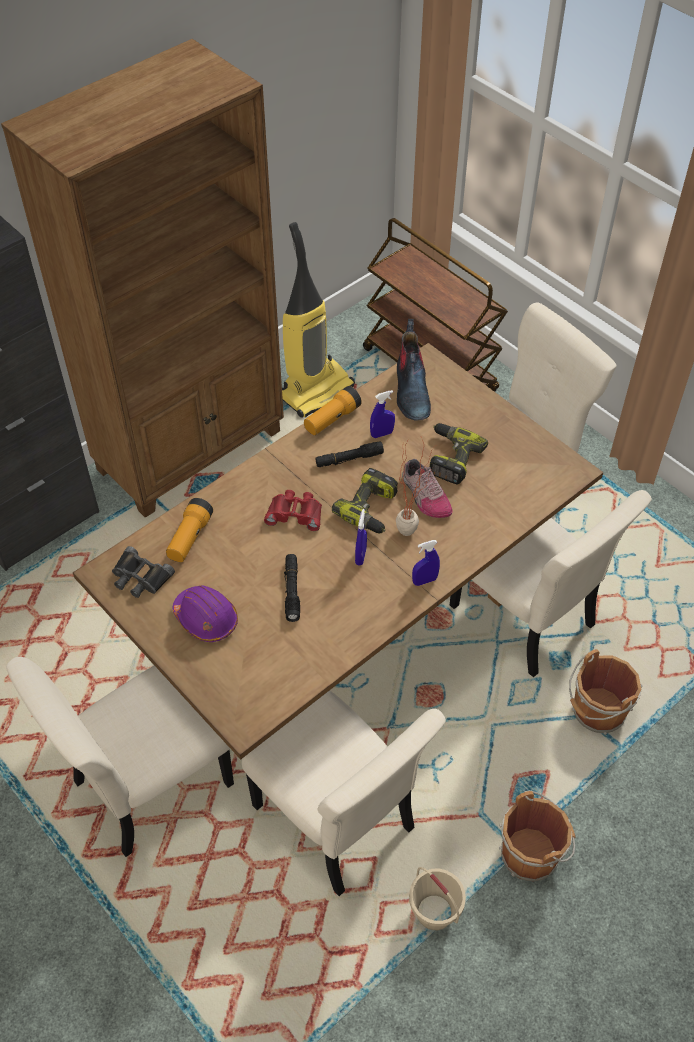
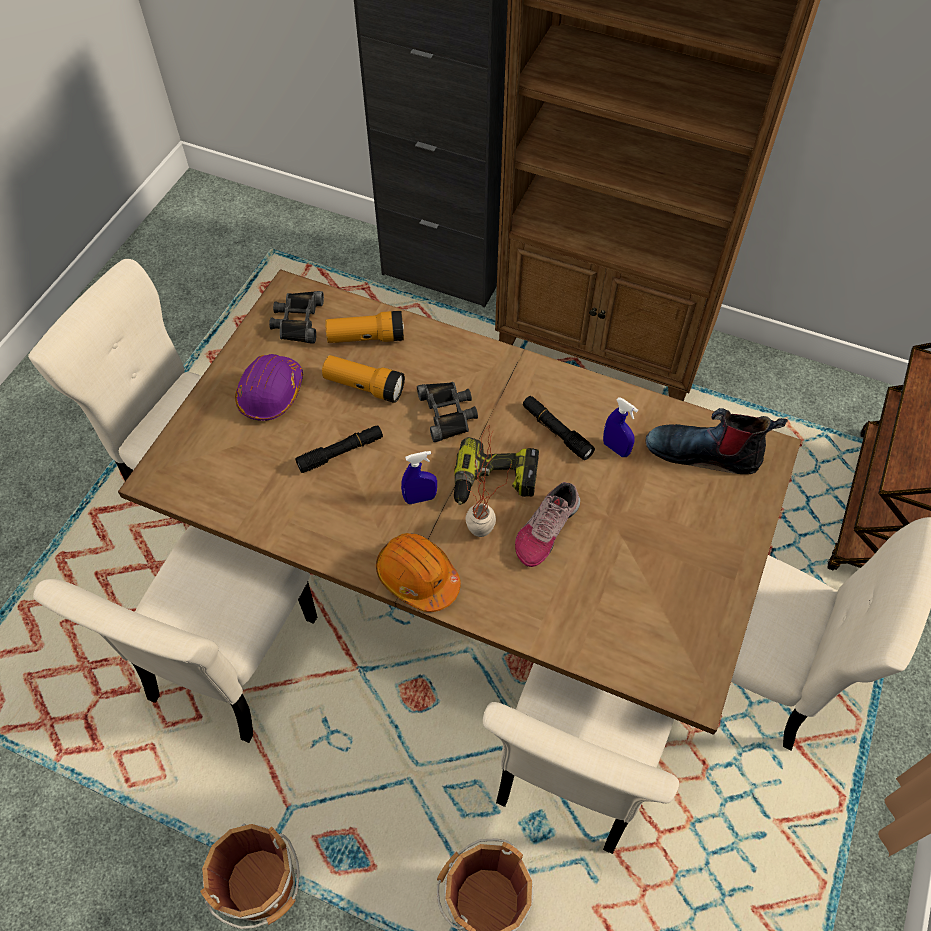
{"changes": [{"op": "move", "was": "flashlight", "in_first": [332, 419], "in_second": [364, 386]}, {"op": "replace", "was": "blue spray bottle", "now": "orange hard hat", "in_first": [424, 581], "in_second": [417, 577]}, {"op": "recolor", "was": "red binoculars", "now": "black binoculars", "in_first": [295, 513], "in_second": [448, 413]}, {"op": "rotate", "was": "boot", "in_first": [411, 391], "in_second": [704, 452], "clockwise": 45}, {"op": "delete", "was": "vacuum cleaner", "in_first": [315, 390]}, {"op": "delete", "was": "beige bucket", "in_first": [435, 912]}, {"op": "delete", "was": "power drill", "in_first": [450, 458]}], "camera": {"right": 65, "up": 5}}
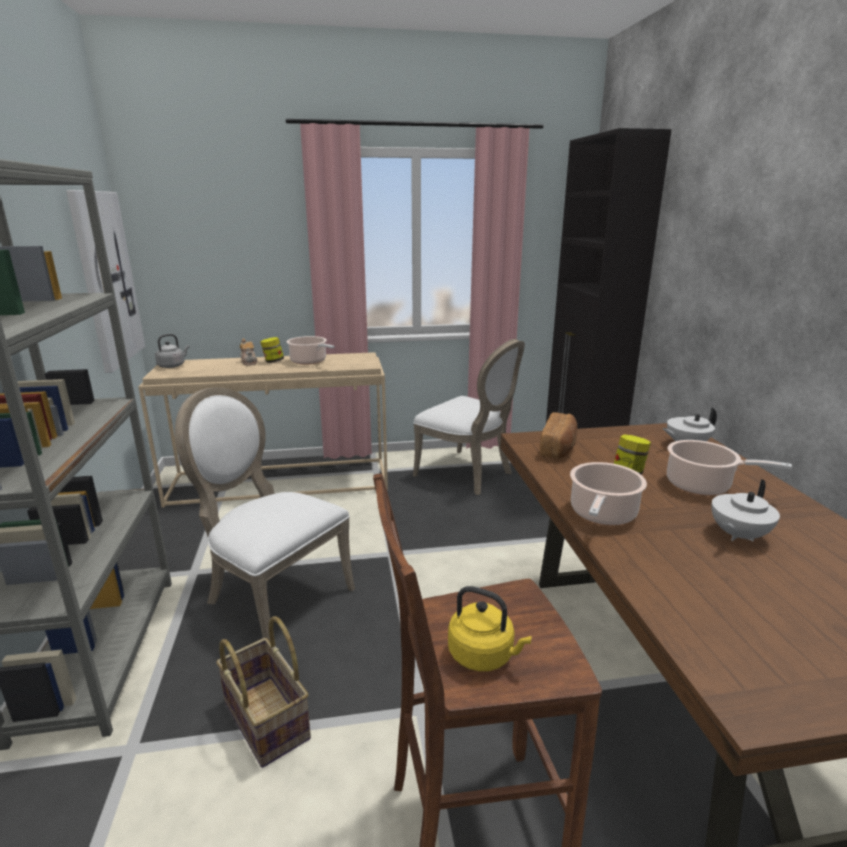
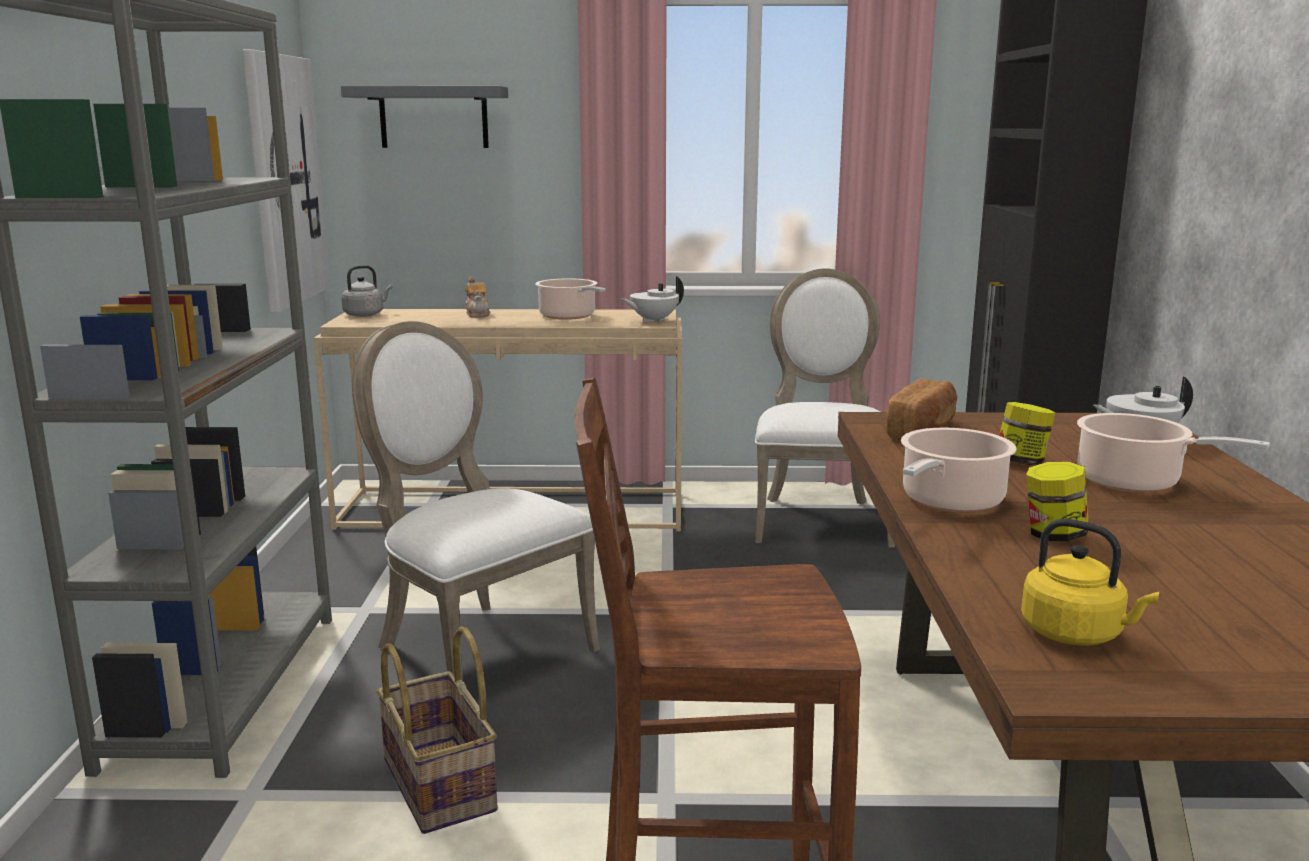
{"changes": [{"op": "insert", "now": "grey shelf", "in_second": [434, 117]}, {"op": "move", "was": "white teapot", "in_first": [737, 535], "in_second": [653, 320]}, {"op": "rotate", "was": "white chair", "in_first": [468, 474], "in_second": [820, 519], "clockwise": -135}, {"op": "move", "was": "yellow kettle", "in_first": [484, 655], "in_second": [1076, 634]}, {"op": "move", "was": "jar", "in_first": [273, 361], "in_second": [1053, 535]}], "camera": {"right": 10, "up": -5}}
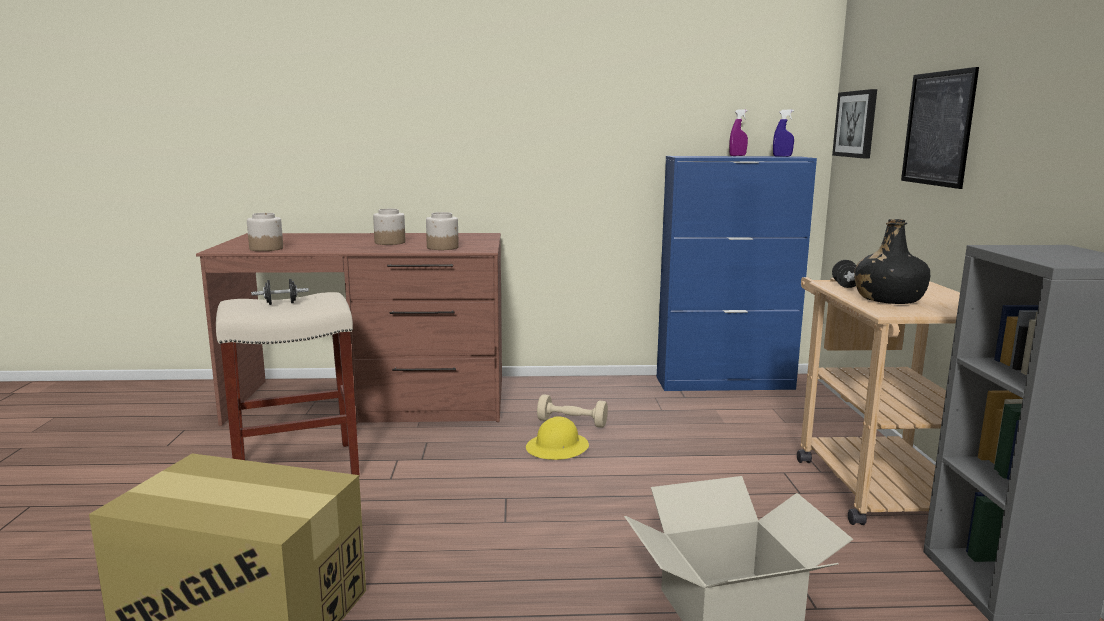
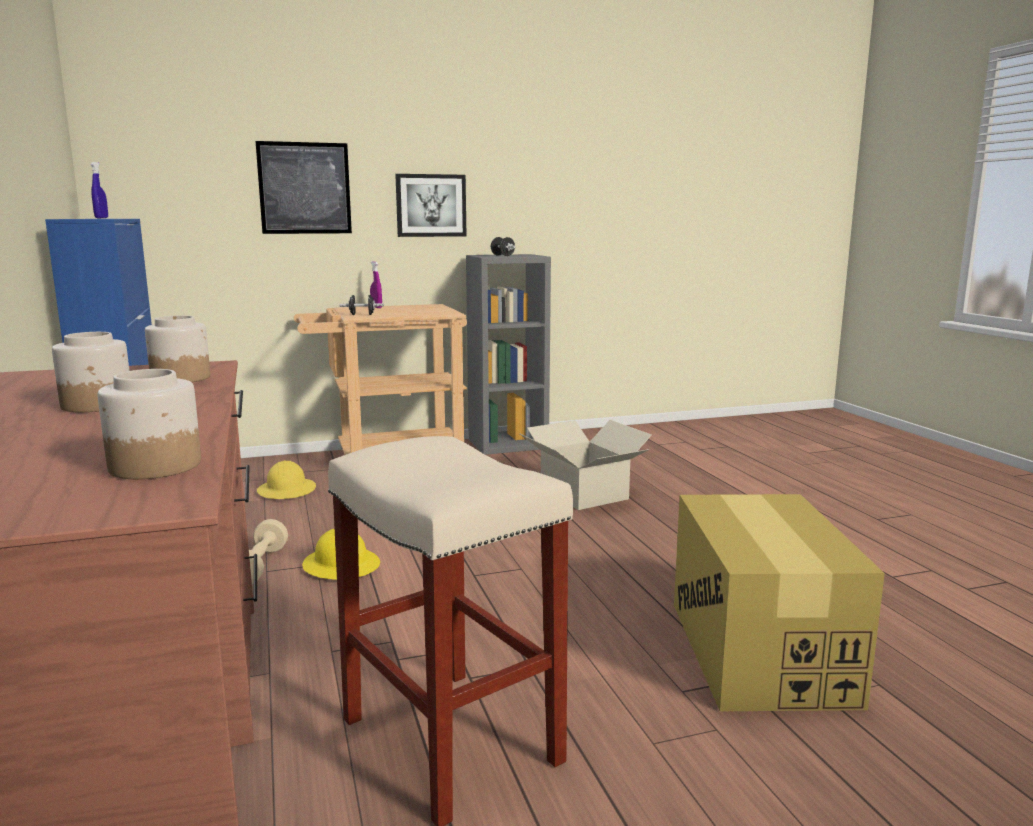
{"changes": [{"op": "insert", "now": "yellow hard hat", "in_second": [287, 490]}, {"op": "move", "was": "purple spray bottle", "in_first": [737, 156], "in_second": [376, 307]}, {"op": "move", "was": "picture", "in_first": [856, 124], "in_second": [431, 205]}, {"op": "move", "was": "black dumbbell", "in_first": [281, 303], "in_second": [502, 255]}, {"op": "delete", "was": "black bottle", "in_first": [888, 299]}], "camera": {"right": -105, "up": 0}}
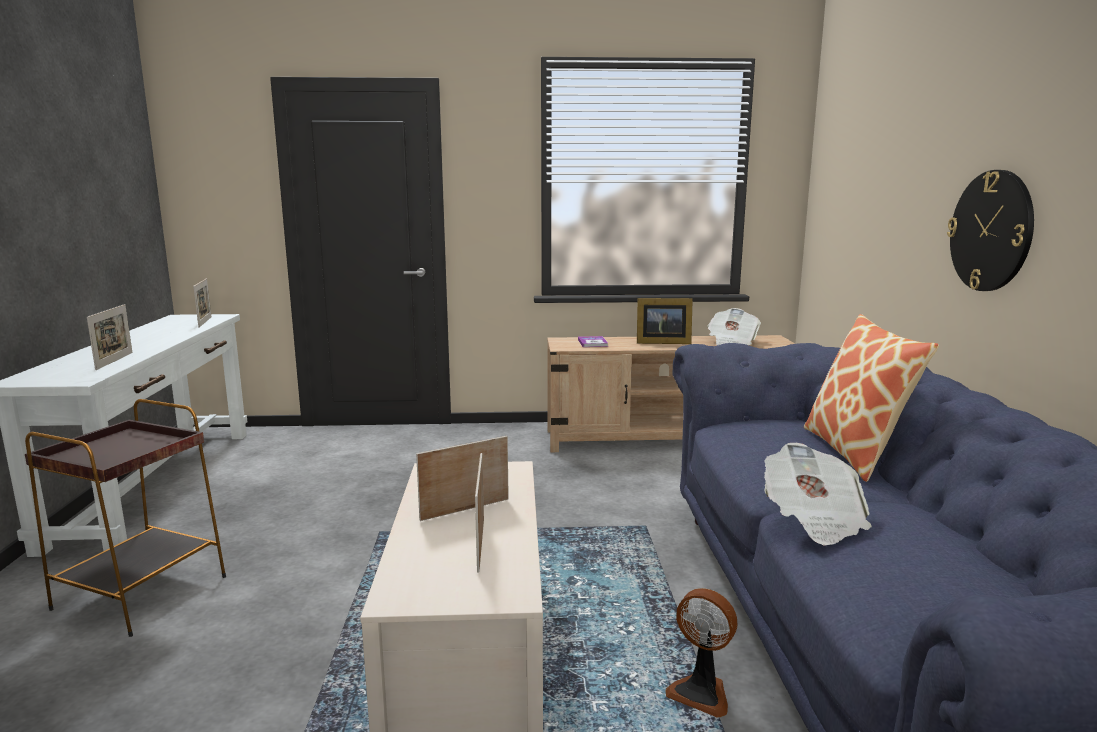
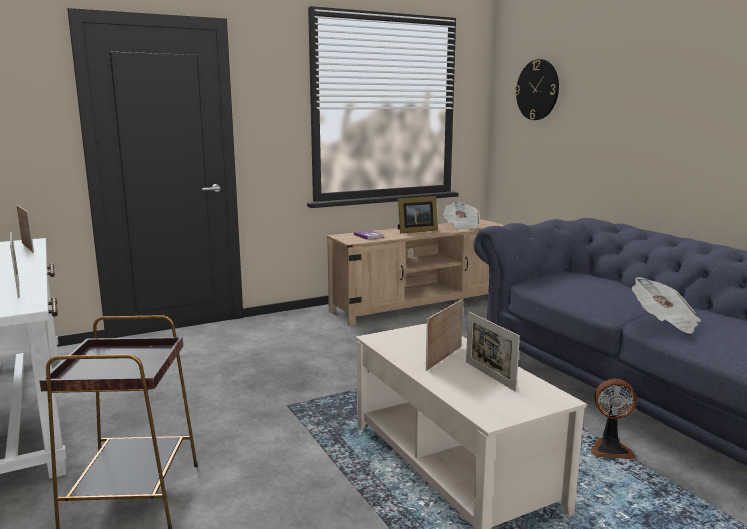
{"changes": [{"op": "move", "was": "wall clock", "in_first": [991, 231], "in_second": [537, 90]}, {"op": "delete", "was": "pillow", "in_first": [856, 452]}], "camera": {"right": -25, "up": 0}}
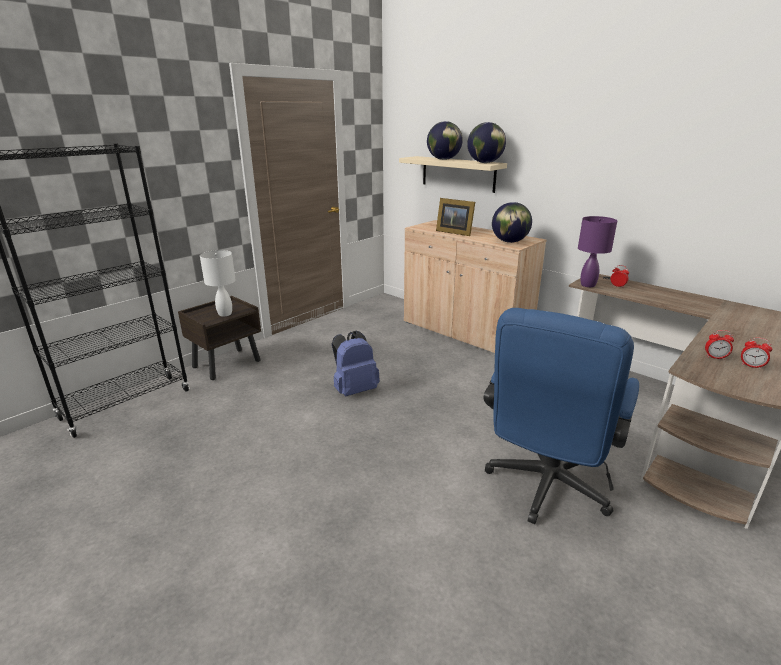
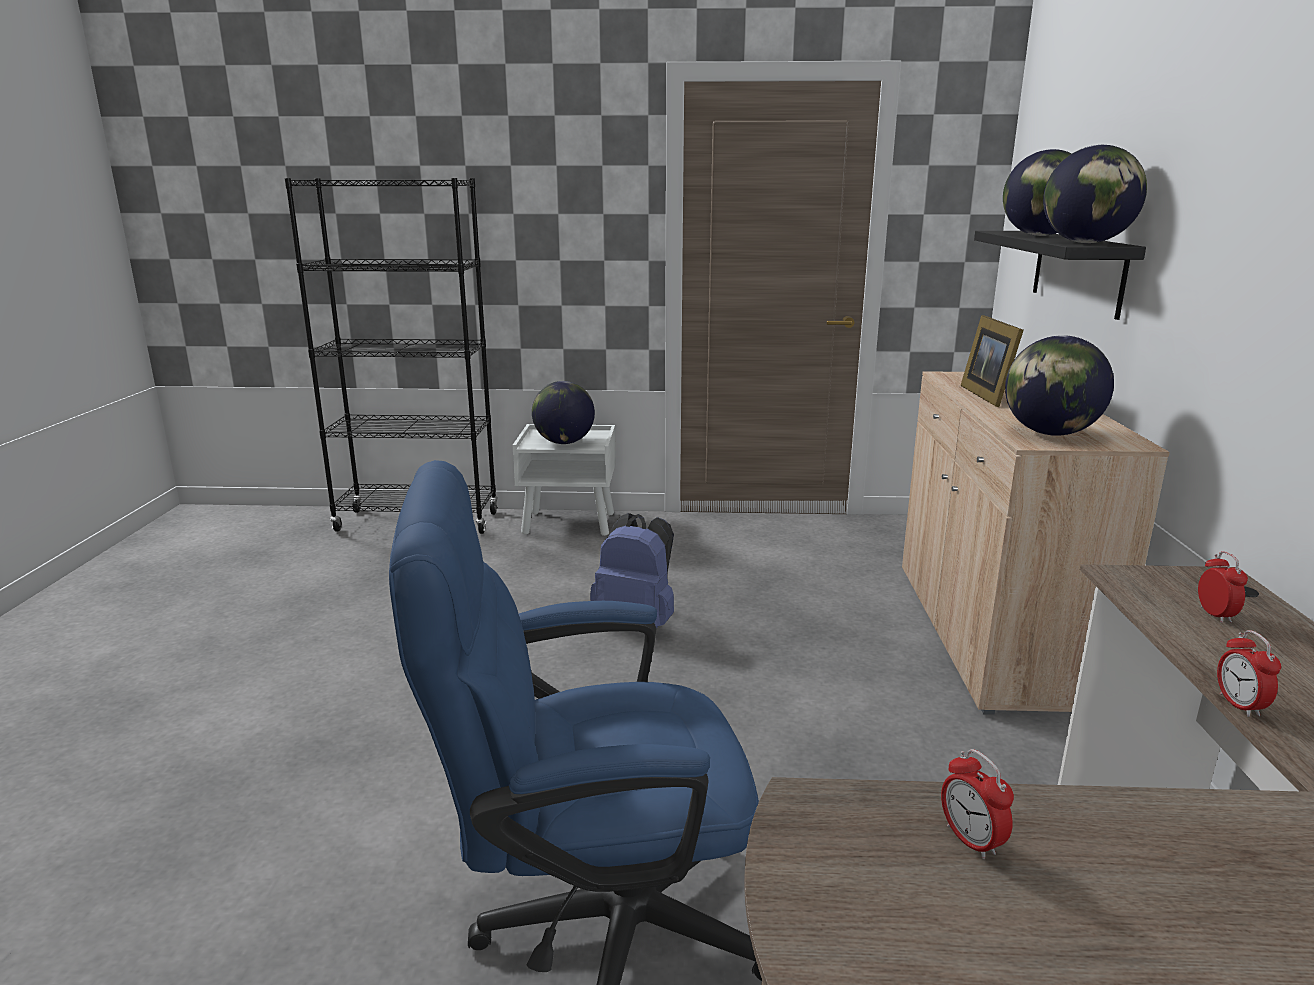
{"changes": [{"op": "recolor", "was": "brown nightstand", "now": "white nightstand", "in_first": [227, 364], "in_second": [570, 523]}, {"op": "replace", "was": "white table lamp", "now": "globe", "in_first": [224, 314], "in_second": [564, 443]}, {"op": "recolor", "was": "beige shelf", "now": "black shelf", "in_first": [458, 174], "in_second": [1077, 271]}, {"op": "move", "was": "alarm clock", "in_first": [751, 366], "in_second": [1239, 705]}, {"op": "delete", "was": "purple table lamp", "in_first": [588, 285]}], "camera": {"right": 50, "up": -5}}
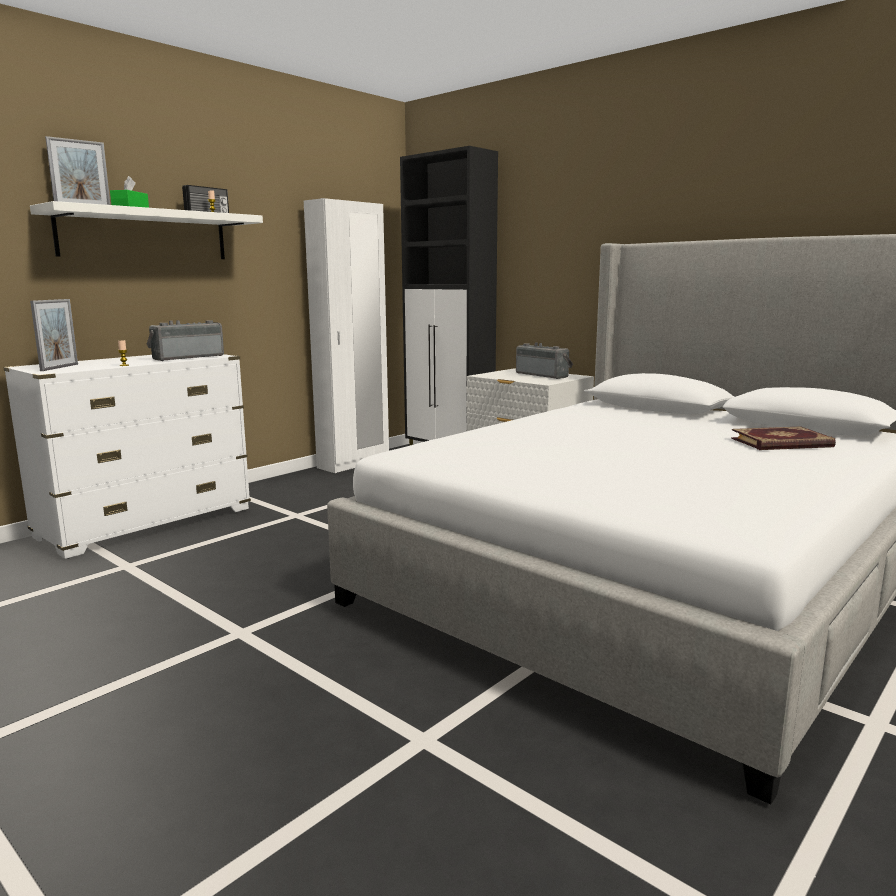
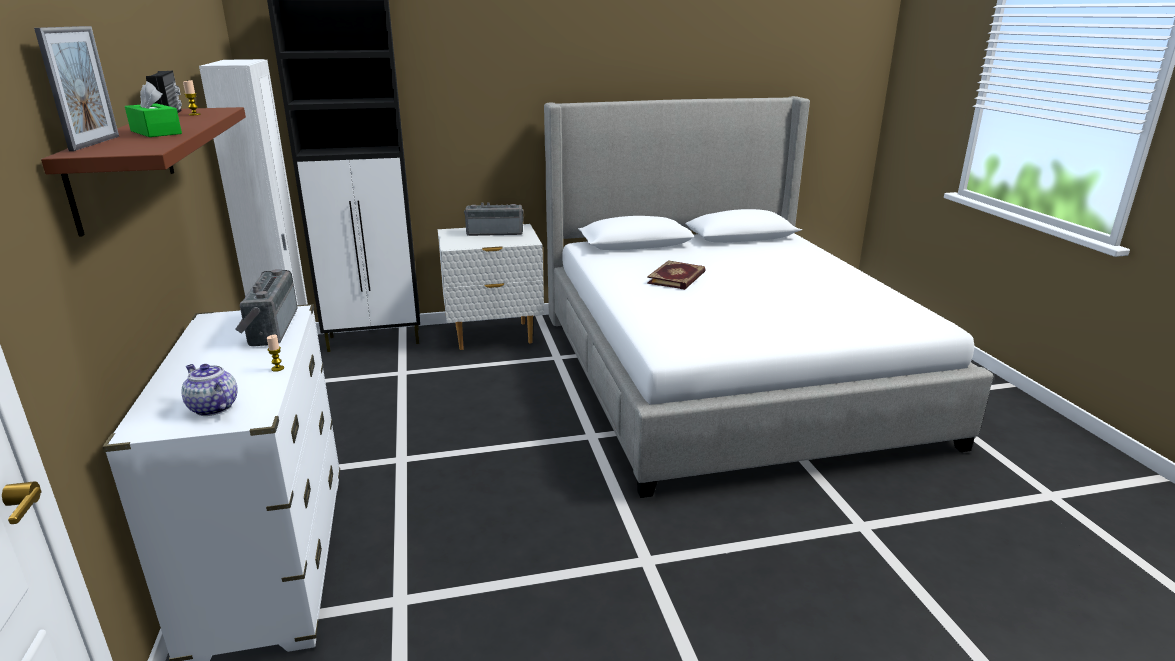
{"changes": [{"op": "recolor", "was": "white shelf", "now": "brown shelf", "in_first": [144, 235], "in_second": [124, 164]}, {"op": "replace", "was": "picture frame", "now": "teapot", "in_first": [59, 367], "in_second": [212, 407]}, {"op": "move", "was": "book", "in_first": [782, 443], "in_second": [677, 278]}], "camera": {"right": -55, "up": 10}}
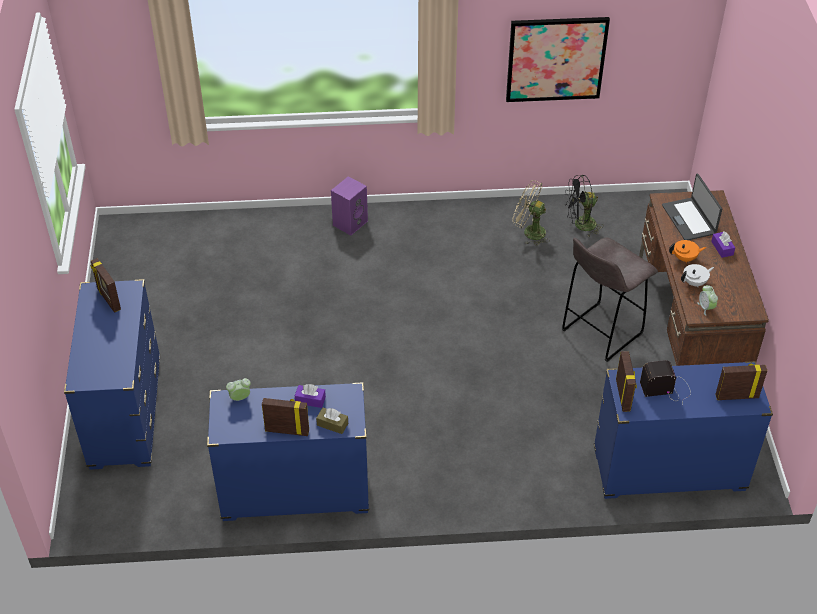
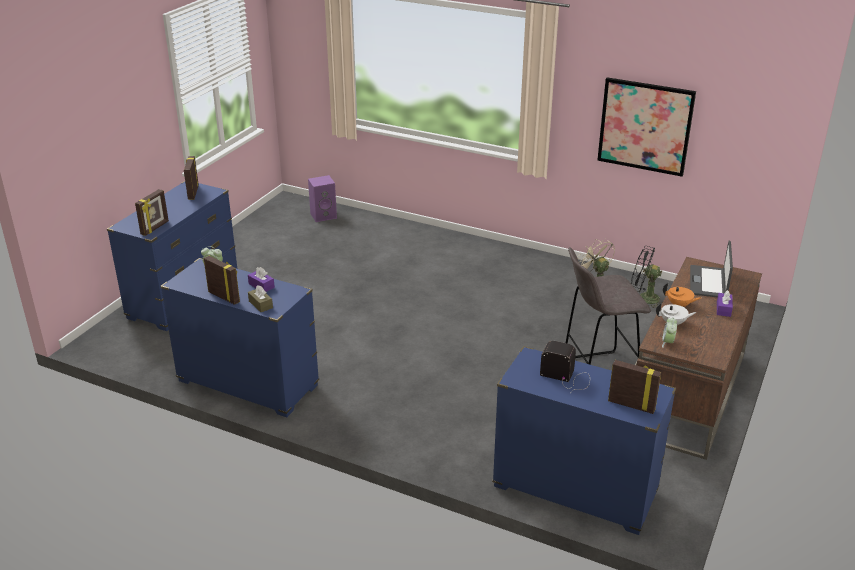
{"changes": [{"op": "move", "was": "picture frame", "in_first": [623, 395], "in_second": [155, 228]}, {"op": "move", "was": "purple speaker", "in_first": [350, 222], "in_second": [324, 215]}], "camera": {"right": 30, "up": -15}}
